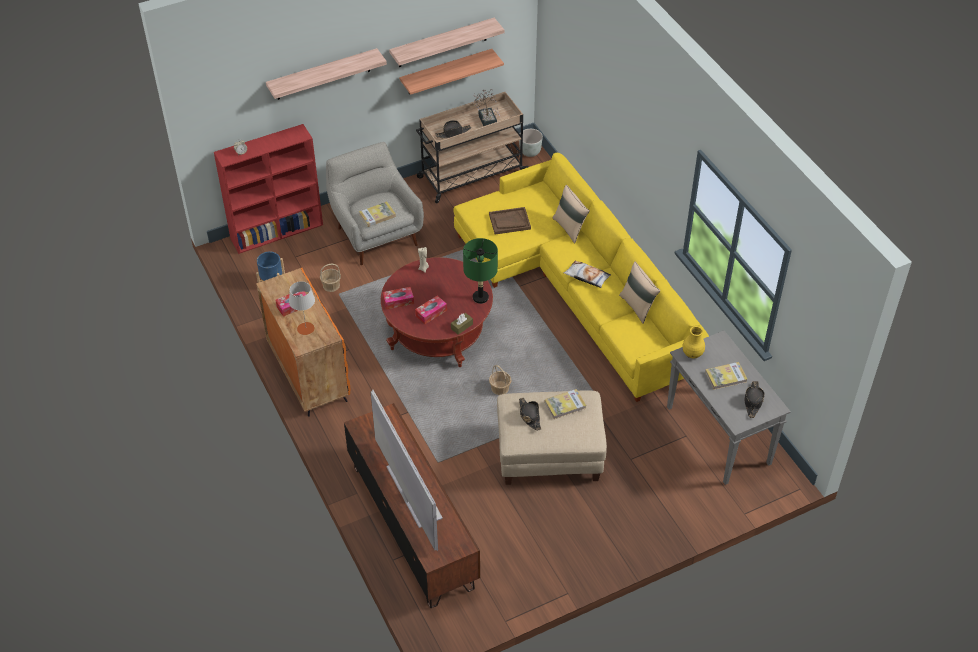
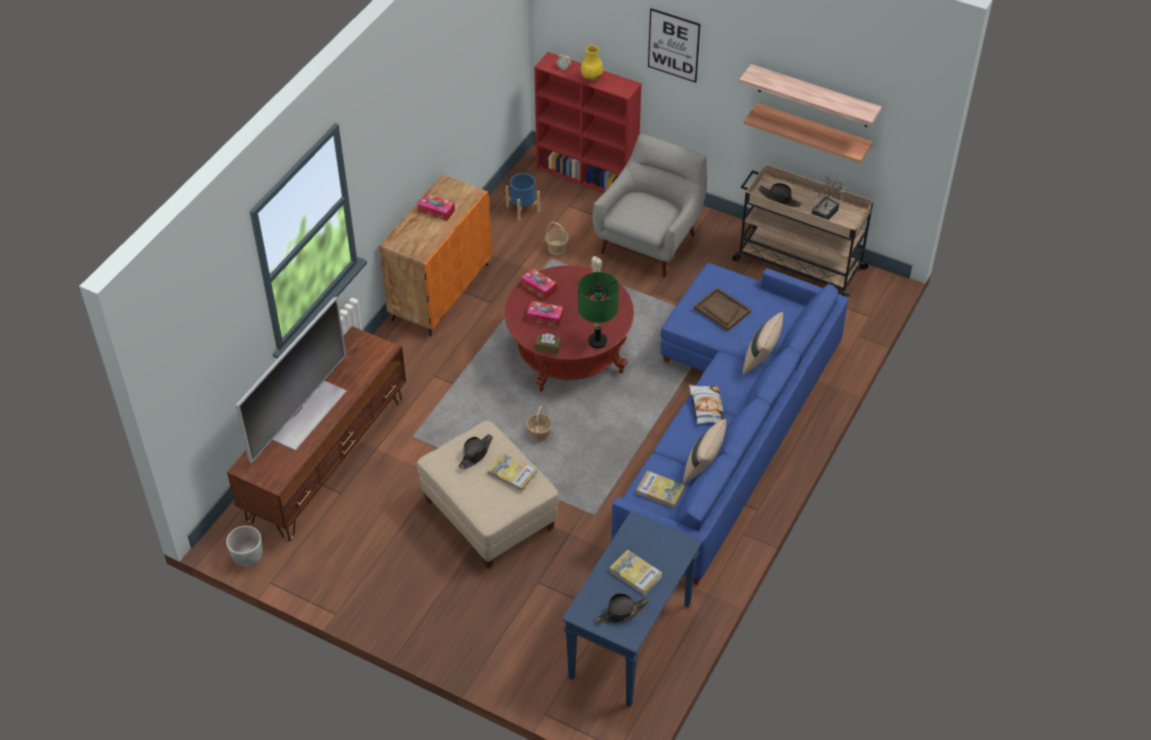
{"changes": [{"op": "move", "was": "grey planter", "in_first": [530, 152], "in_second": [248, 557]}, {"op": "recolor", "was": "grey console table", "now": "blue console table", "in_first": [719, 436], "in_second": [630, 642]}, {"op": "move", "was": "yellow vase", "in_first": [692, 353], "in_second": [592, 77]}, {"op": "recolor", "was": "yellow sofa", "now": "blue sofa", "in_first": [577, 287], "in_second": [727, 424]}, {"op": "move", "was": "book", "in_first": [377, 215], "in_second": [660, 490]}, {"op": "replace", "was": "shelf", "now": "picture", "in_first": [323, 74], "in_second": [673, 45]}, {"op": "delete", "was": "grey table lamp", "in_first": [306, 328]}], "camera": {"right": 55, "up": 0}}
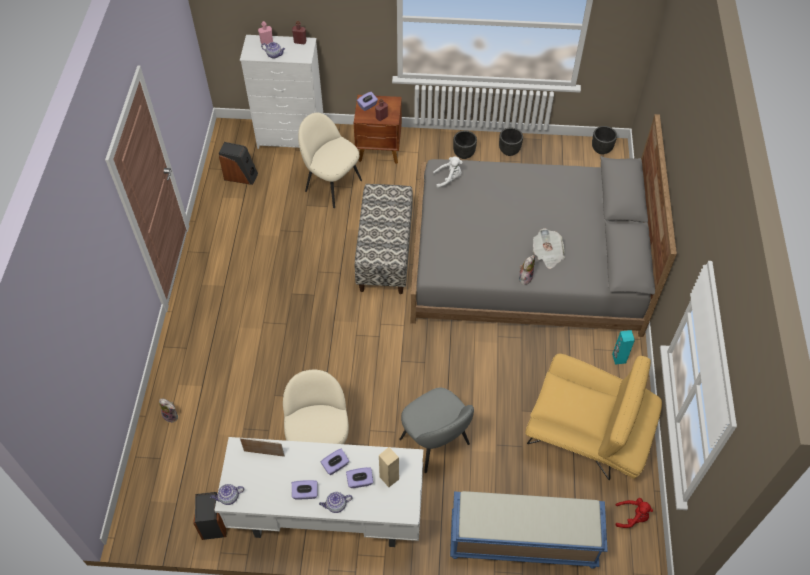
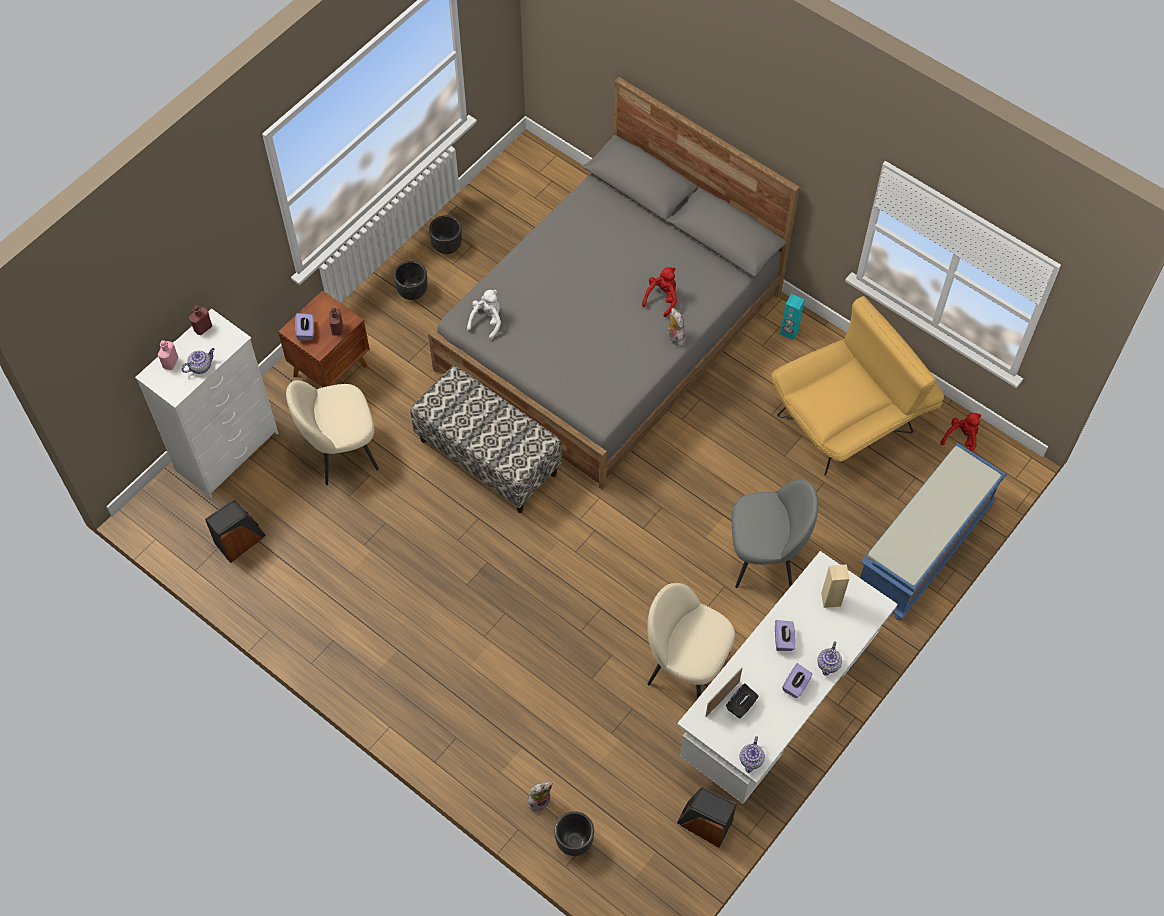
{"changes": [{"op": "move", "was": "black planter", "in_first": [601, 150], "in_second": [575, 841]}, {"op": "replace", "was": "newspaper", "now": "red plush toy", "in_first": [547, 254], "in_second": [662, 298]}, {"op": "insert", "now": "black tissue box", "in_second": [741, 705]}, {"op": "delete", "was": "purple tissue box", "in_first": [360, 481]}], "camera": {"right": -55, "up": 5}}
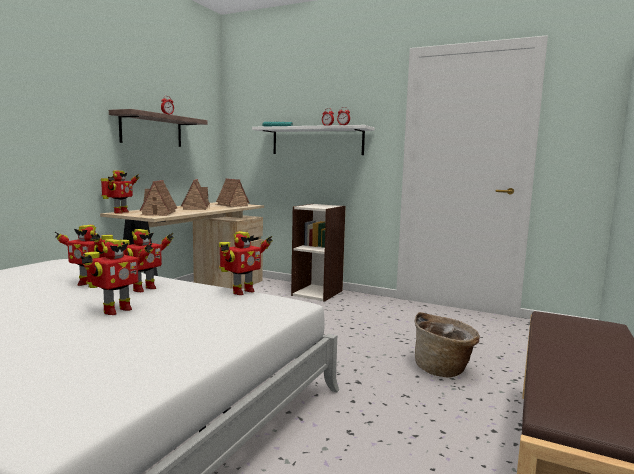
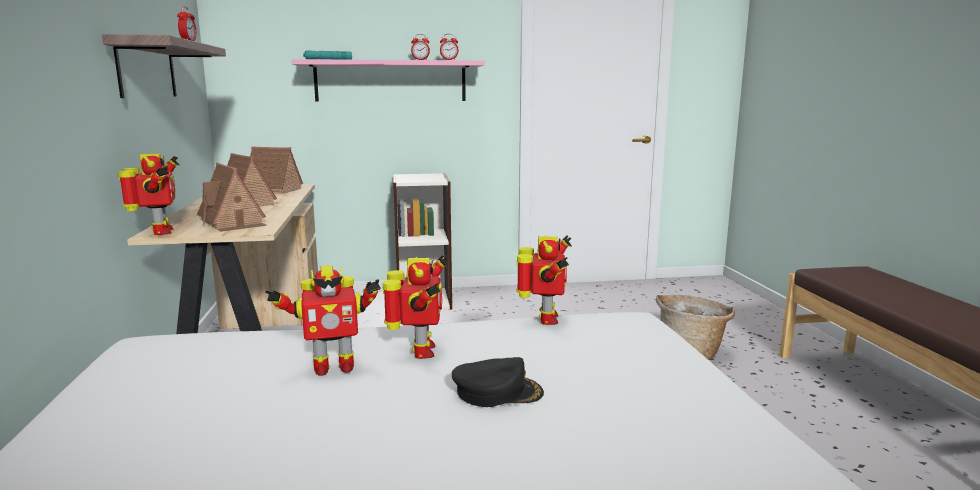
{"changes": [{"op": "recolor", "was": "white shelf", "now": "pink shelf", "in_first": [317, 141], "in_second": [391, 81]}, {"op": "replace", "was": "toy robot", "now": "black cap", "in_first": [115, 310], "in_second": [497, 391]}], "camera": {"right": -35, "up": 5}}
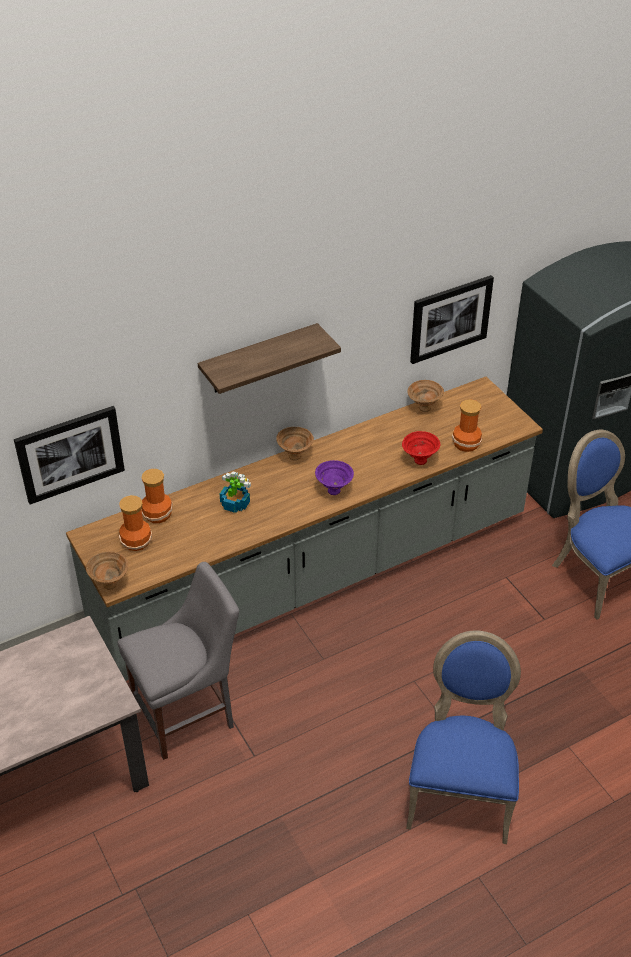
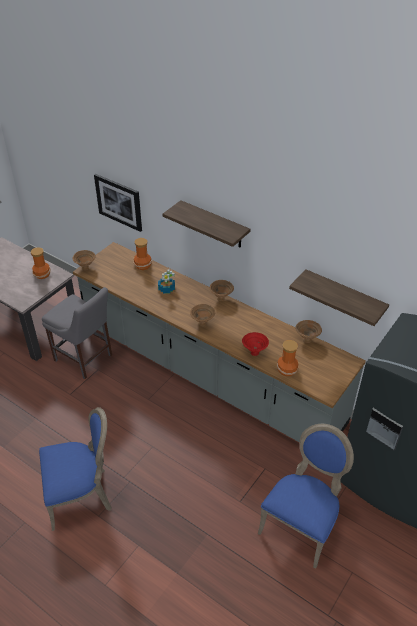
{"changes": [{"op": "move", "was": "vase", "in_first": [136, 540], "in_second": [42, 274]}, {"op": "recolor", "was": "purple bowl", "now": "brown bowl", "in_first": [333, 490], "in_second": [202, 323]}, {"op": "replace", "was": "picture", "now": "shelf", "in_first": [450, 318], "in_second": [344, 297]}], "camera": {"right": 65, "up": 0}}
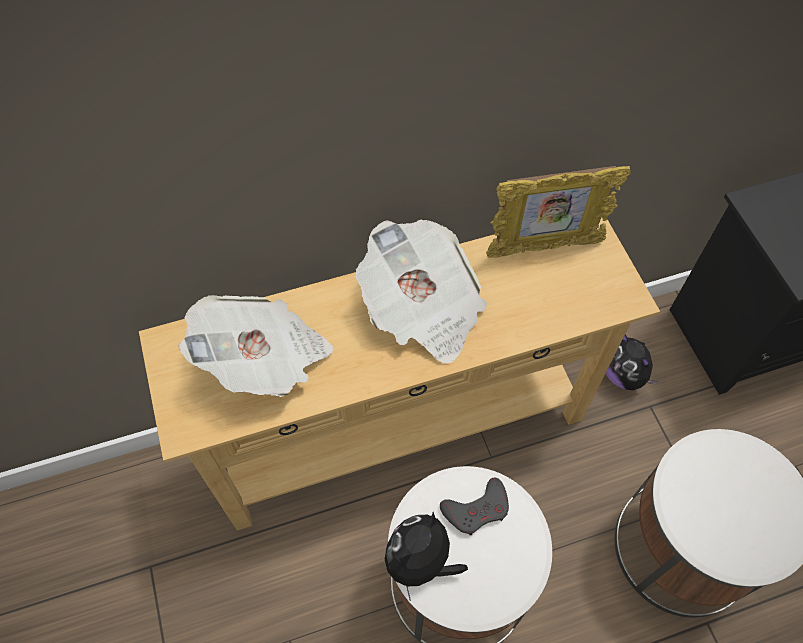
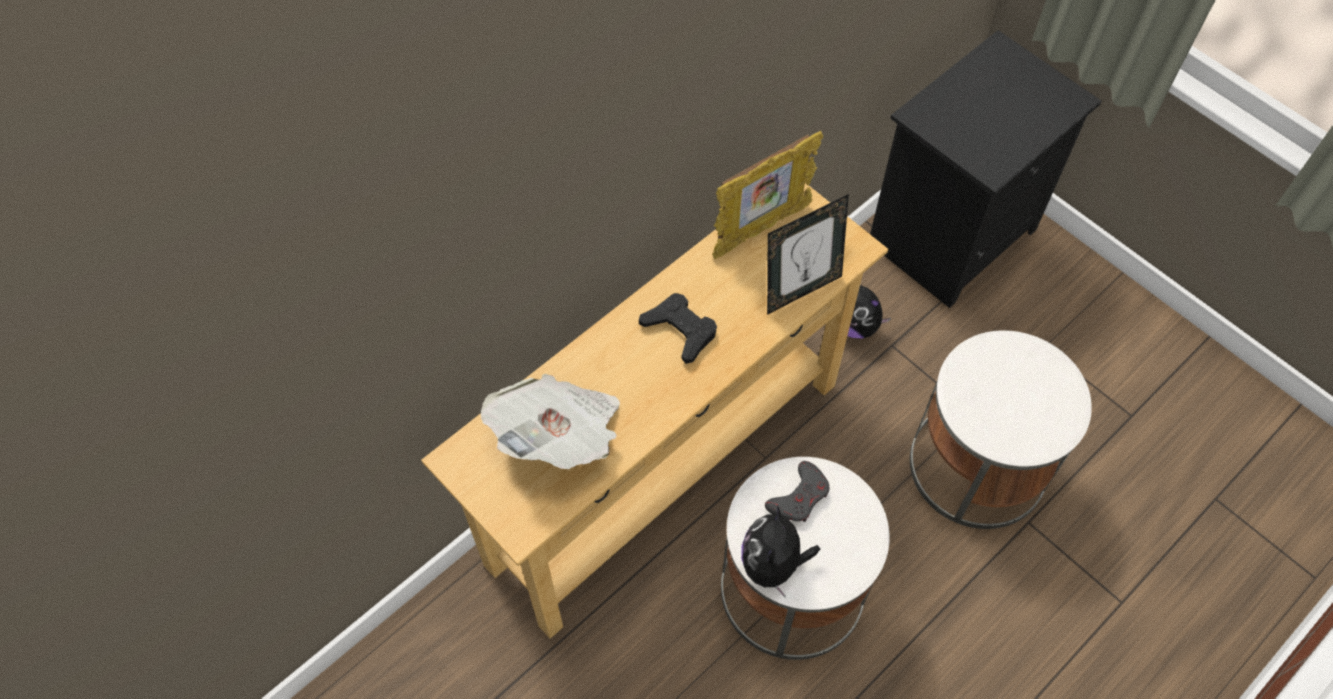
{"changes": [{"op": "replace", "was": "newspaper", "now": "black game controller", "in_first": [422, 309], "in_second": [680, 330]}, {"op": "insert", "now": "picture frame", "in_second": [800, 290]}], "camera": {"right": -25, "up": 0}}
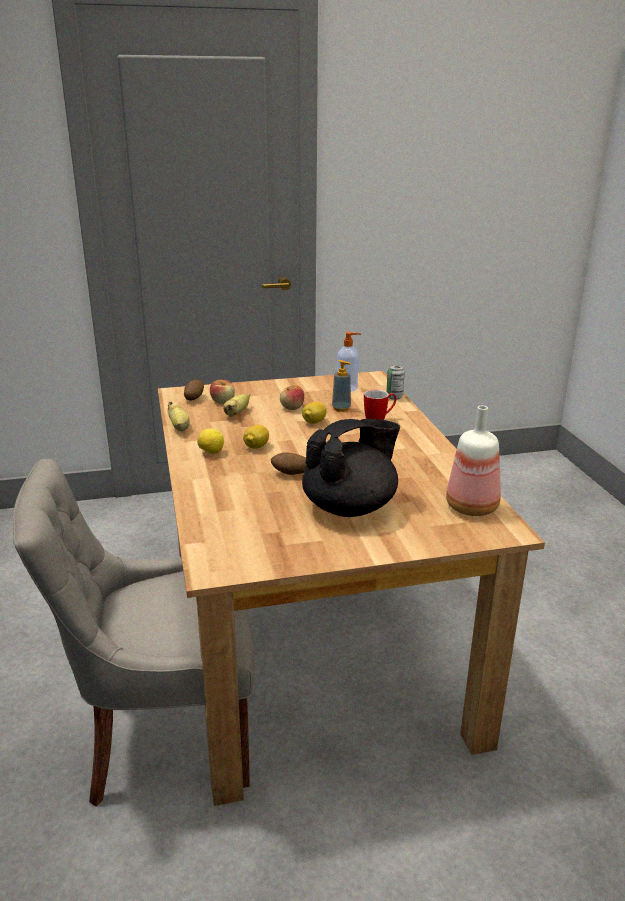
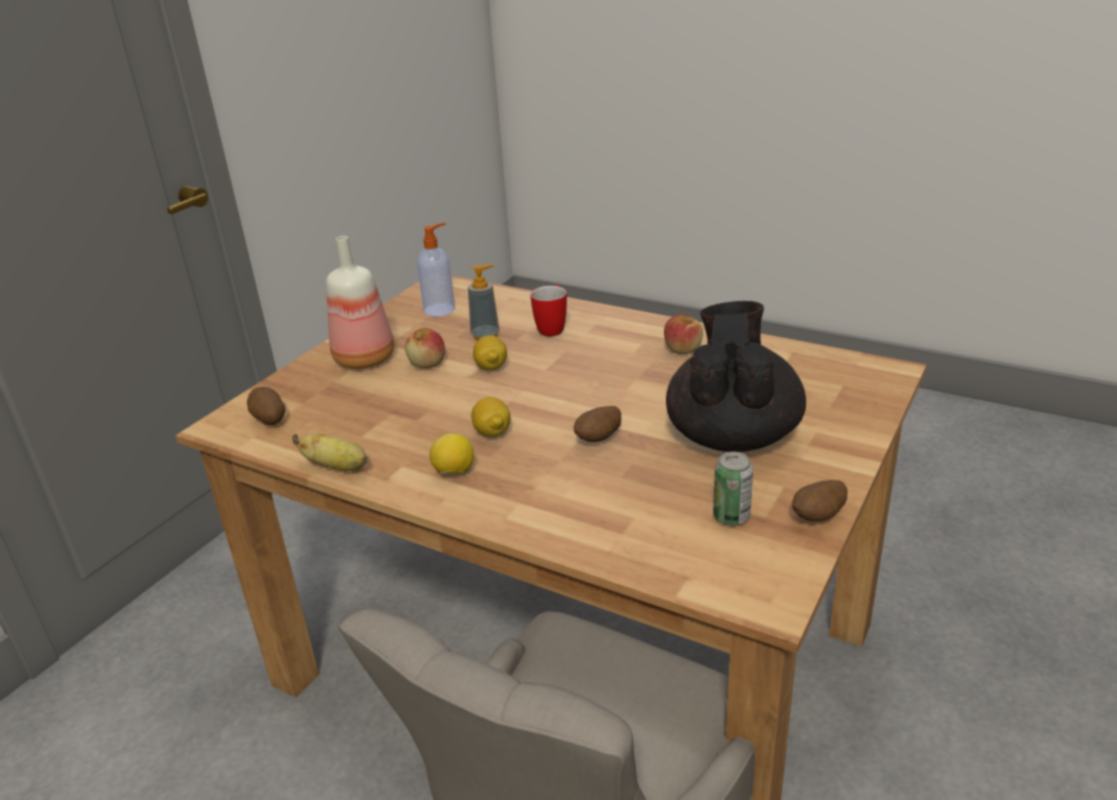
{"changes": [{"op": "move", "was": "bottle", "in_first": [473, 506], "in_second": [365, 358]}, {"op": "move", "was": "apple", "in_first": [223, 401], "in_second": [682, 349]}, {"op": "move", "was": "can", "in_first": [394, 397], "in_second": [731, 517]}, {"op": "insert", "now": "potato", "in_second": [818, 517]}, {"op": "delete", "was": "banana", "in_first": [236, 413]}], "camera": {"right": -45, "up": 5}}
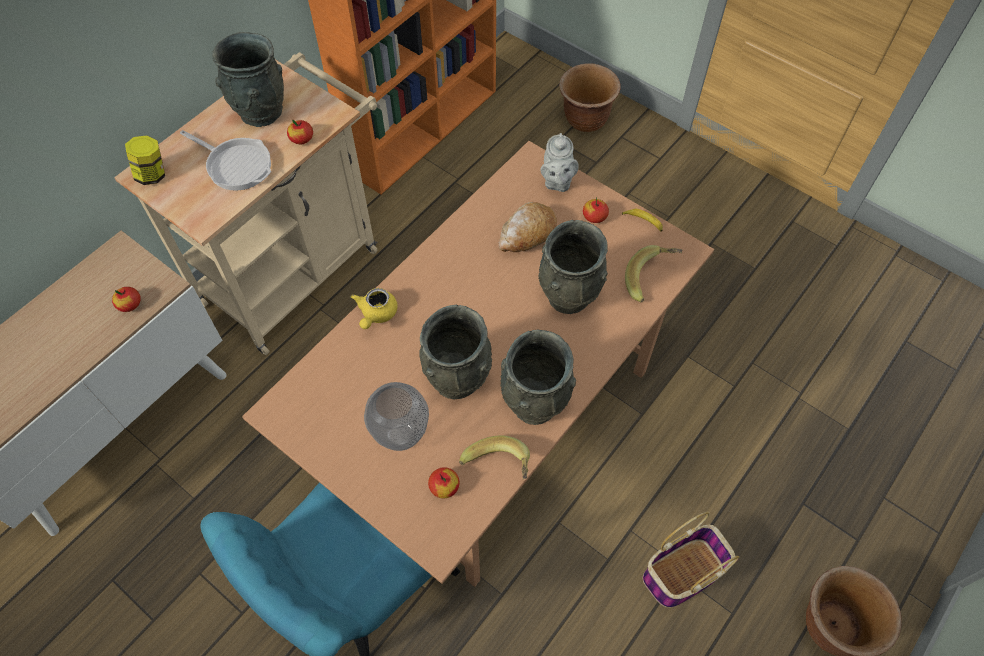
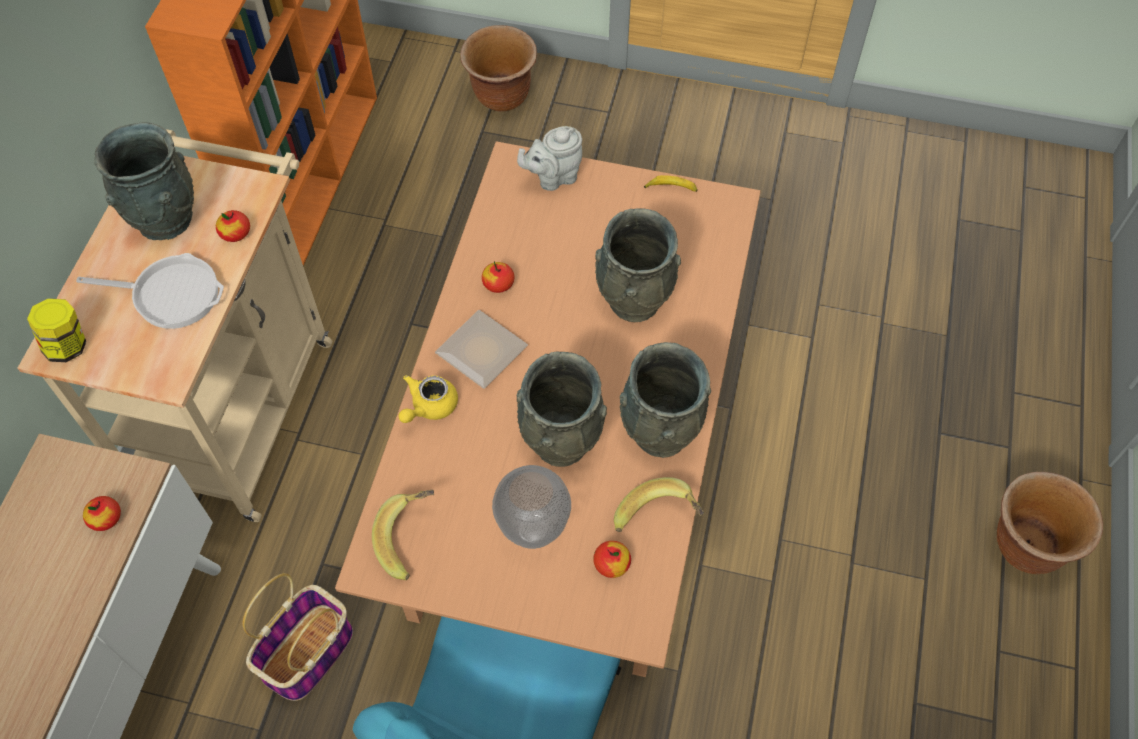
{"changes": [{"op": "move", "was": "basket", "in_first": [682, 574], "in_second": [307, 655]}, {"op": "move", "was": "banana", "in_first": [651, 280], "in_second": [411, 539]}, {"op": "rotate", "was": "yellow teapot", "in_first": [376, 314], "in_second": [429, 406], "clockwise": 45}, {"op": "insert", "now": "plate", "in_second": [481, 349]}, {"op": "move", "was": "apple", "in_first": [594, 217], "in_second": [498, 284]}, {"op": "rotate", "was": "grey teapot", "in_first": [557, 182], "in_second": [553, 177], "clockwise": 90}, {"op": "delete", "was": "bread", "in_first": [527, 234]}], "camera": {"right": -25, "up": 0}}
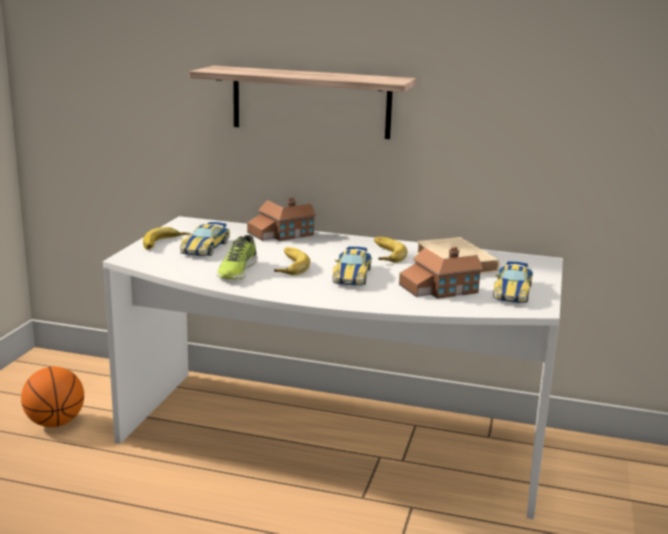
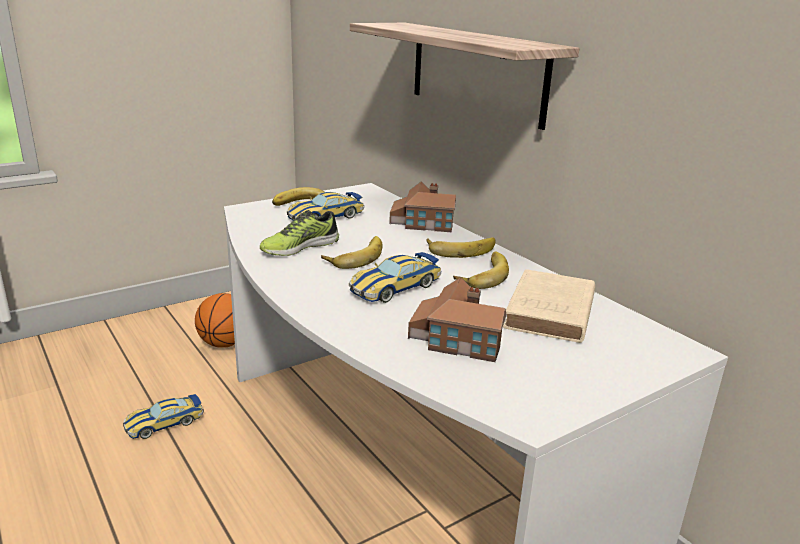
{"changes": [{"op": "move", "was": "toy car", "in_first": [512, 291], "in_second": [164, 423]}, {"op": "insert", "now": "banana", "in_second": [460, 249]}], "camera": {"right": 40, "up": 5}}
